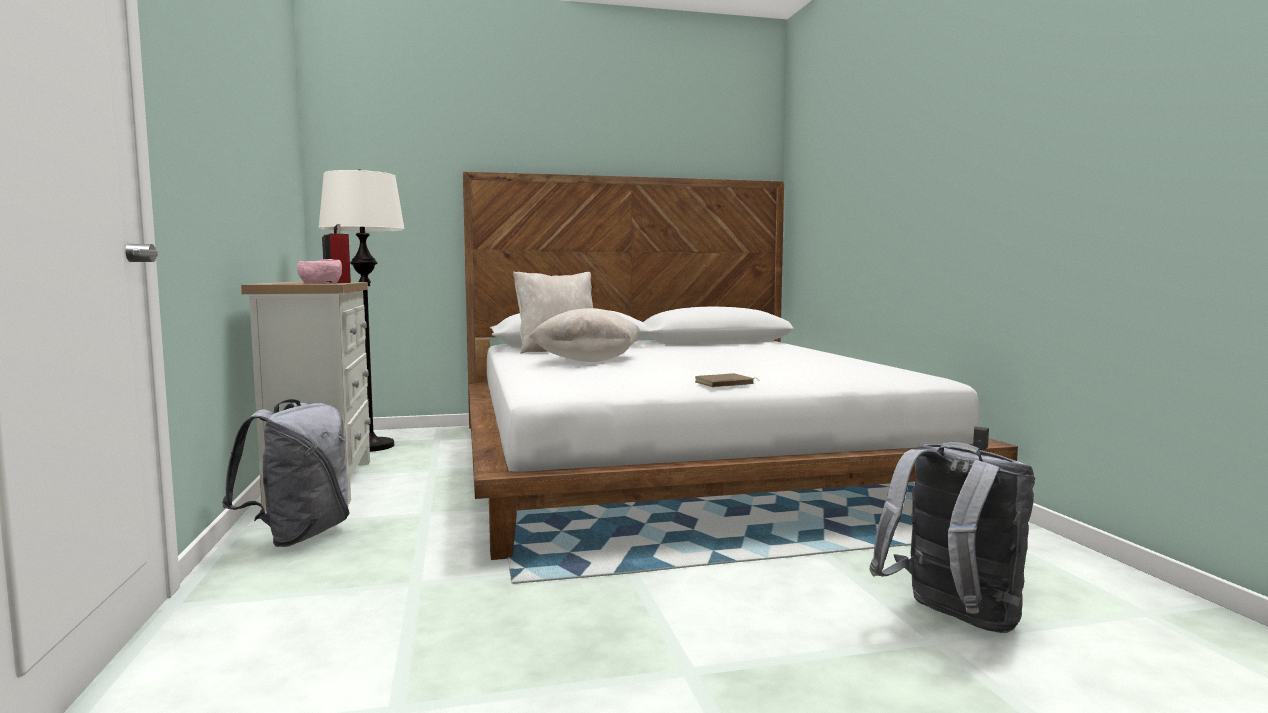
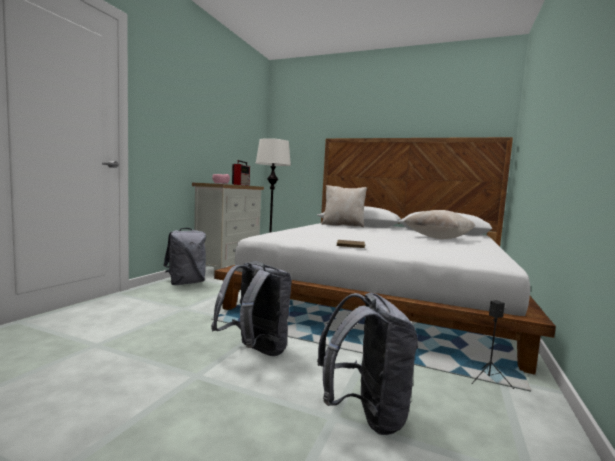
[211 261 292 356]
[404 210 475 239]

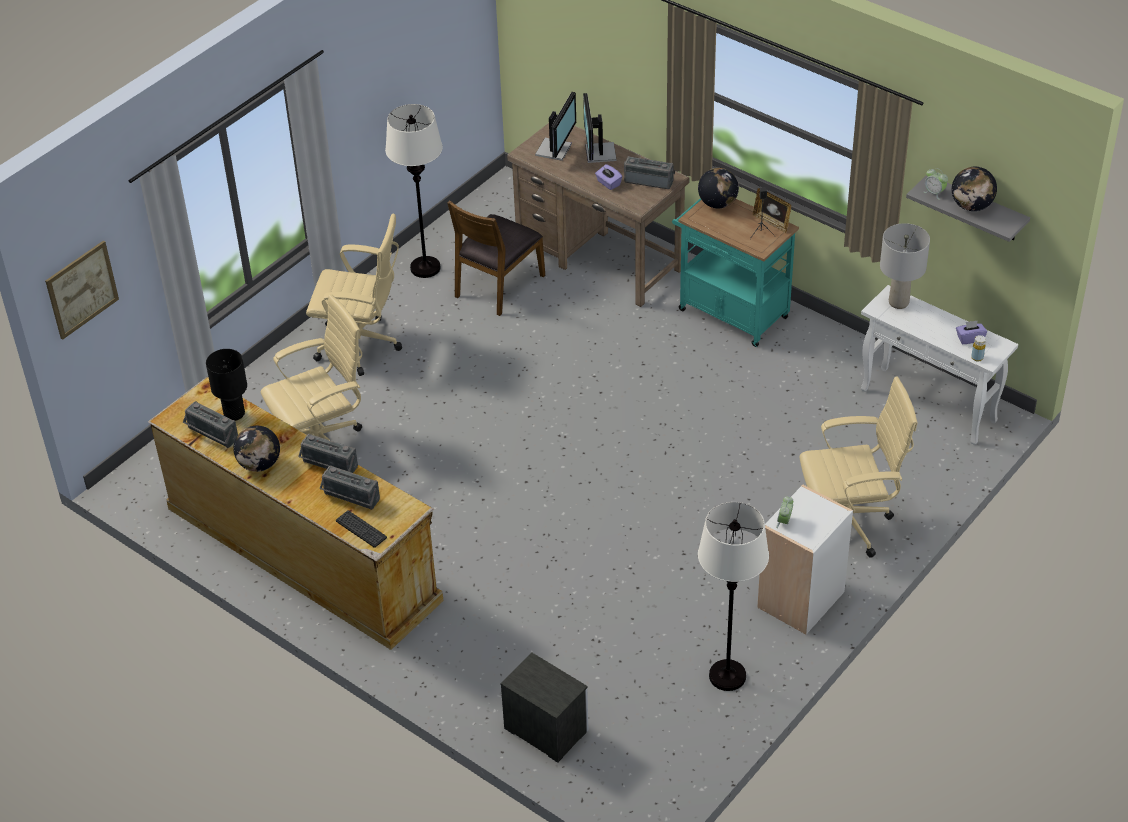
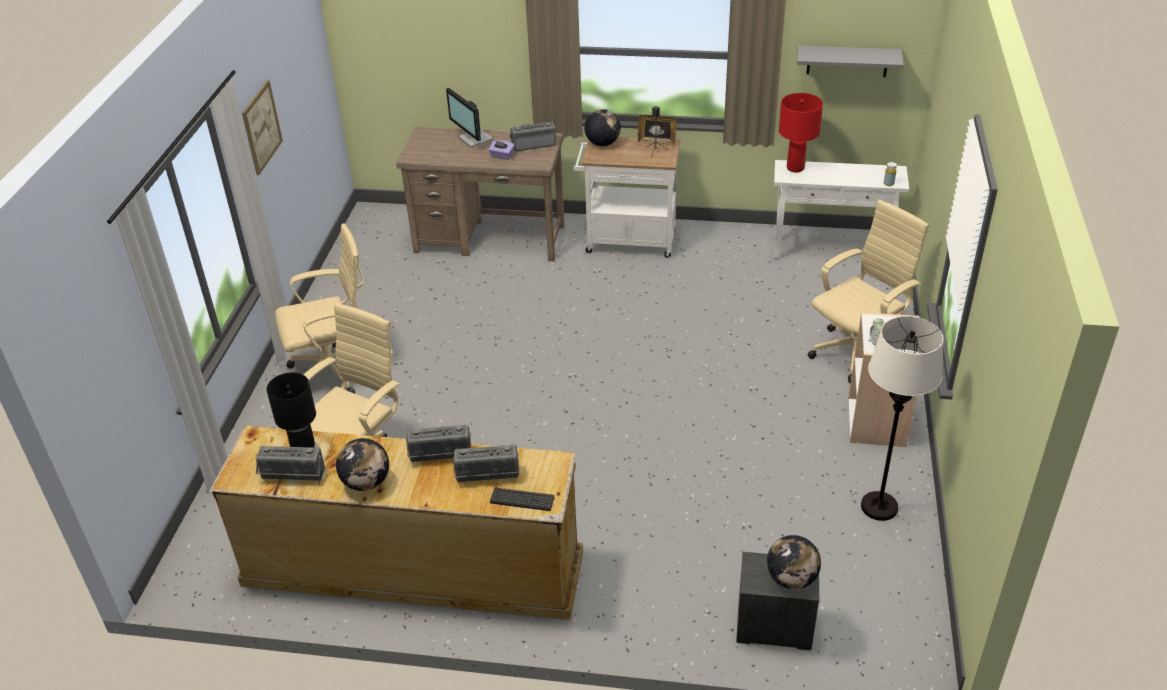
[385 104 443 278] (first image)
[447 200 545 316] (first image)
[535 92 576 161] (first image)
[924 168 948 200] (first image)
[956 321 987 344] (first image)
[242 80 283 175]
[767 535 821 589]
[573 137 680 258]
[779 93 823 173]

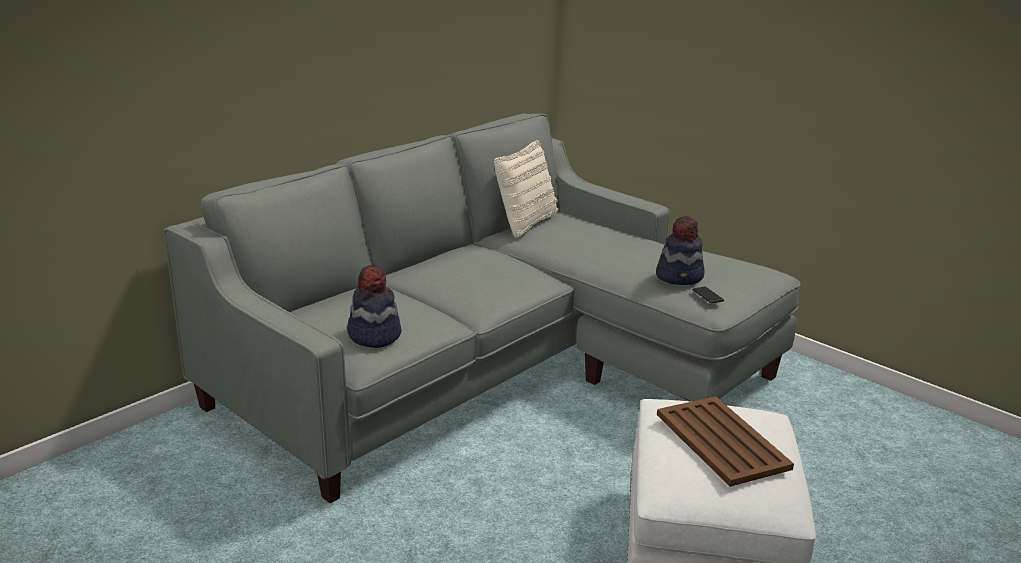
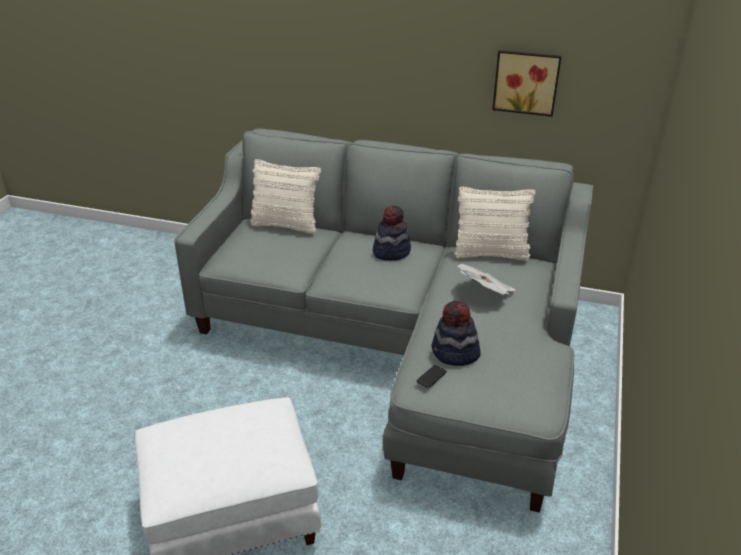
[657 396 794 487] (first image)
[251 159 321 234]
[457 264 515 295]
[492 50 562 117]
[373 206 411 261]

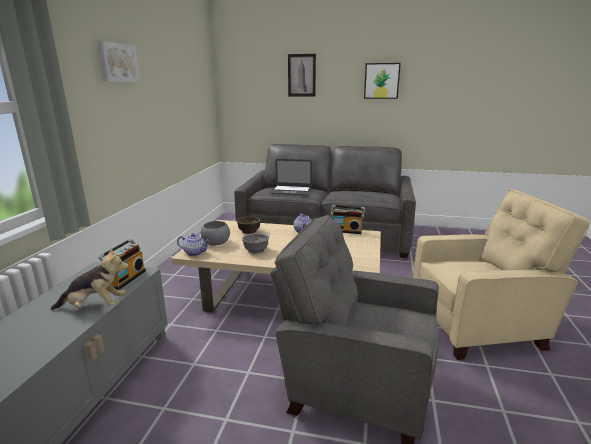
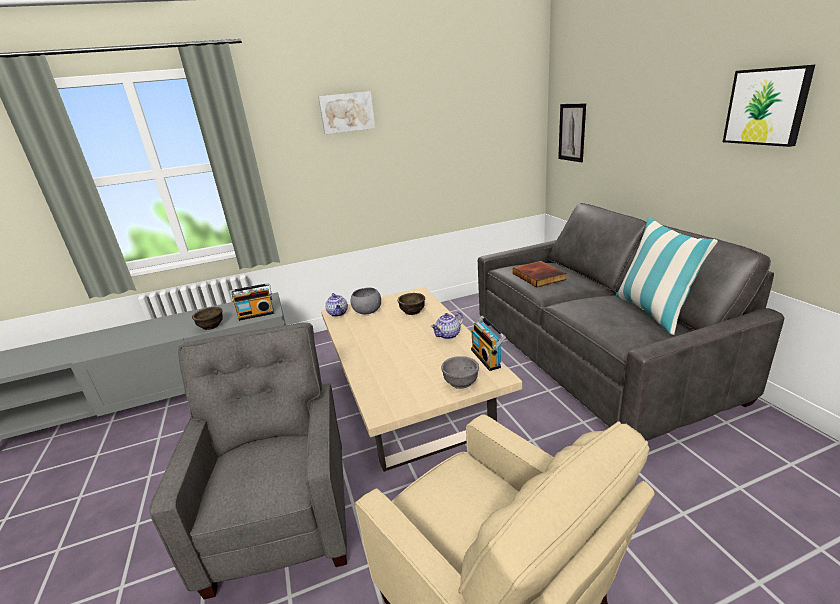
[616 217 718 335]
[441 356 479 389]
[558 104 586 162]
[192 307 223 330]
[513 261 566 288]

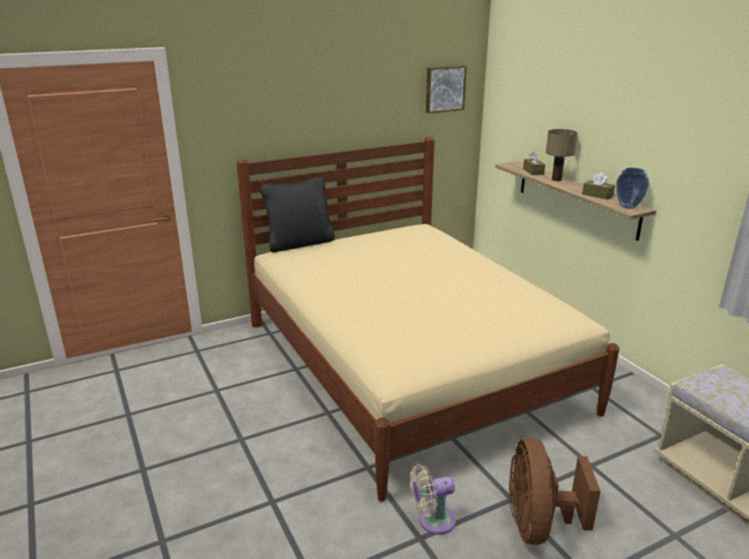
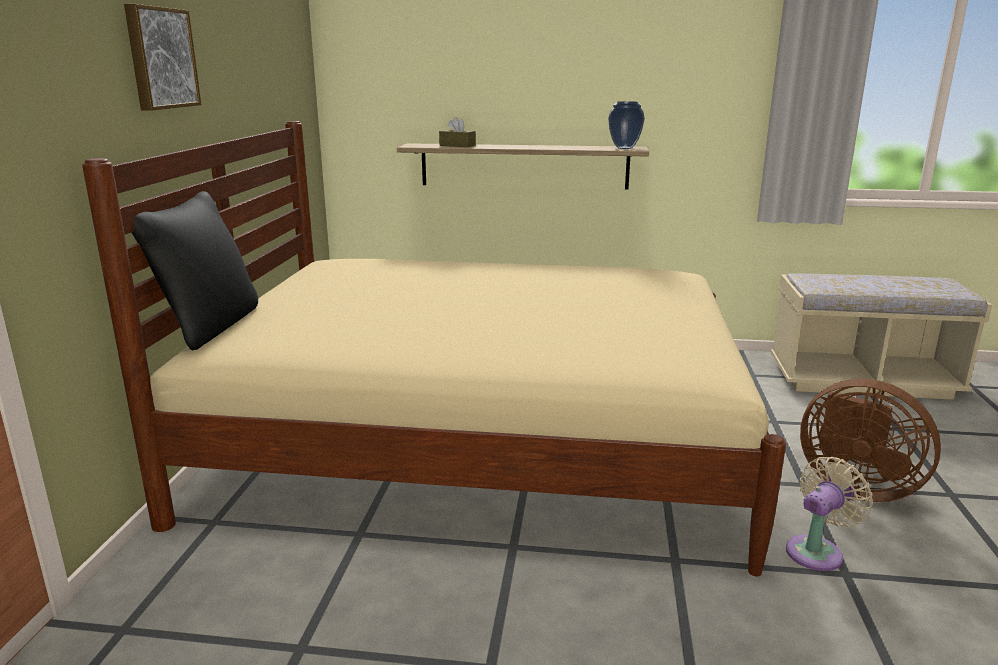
[546 129 577 181] (first image)
[582 173 615 200] (first image)
[124 4 201 111]
[786 457 873 571]

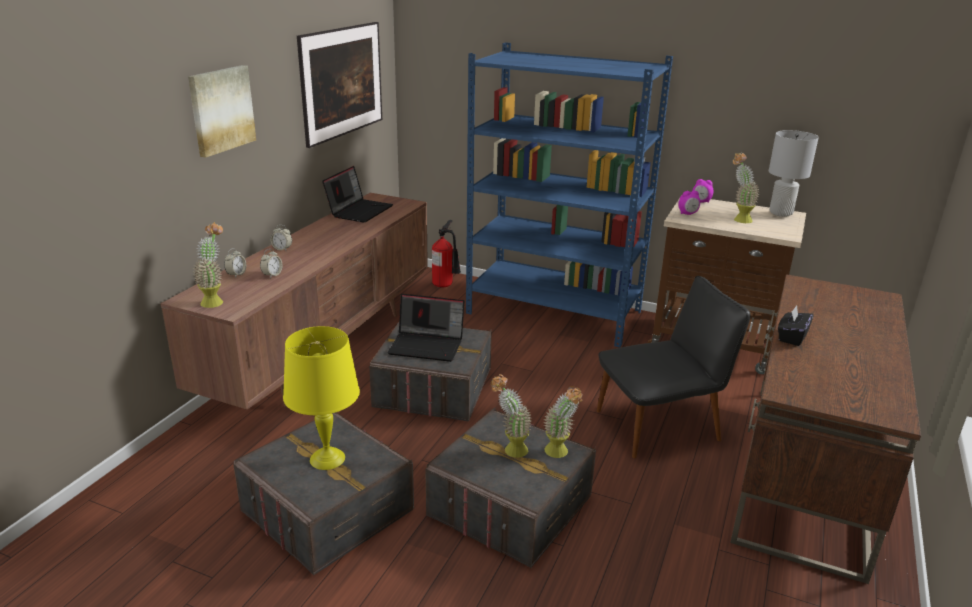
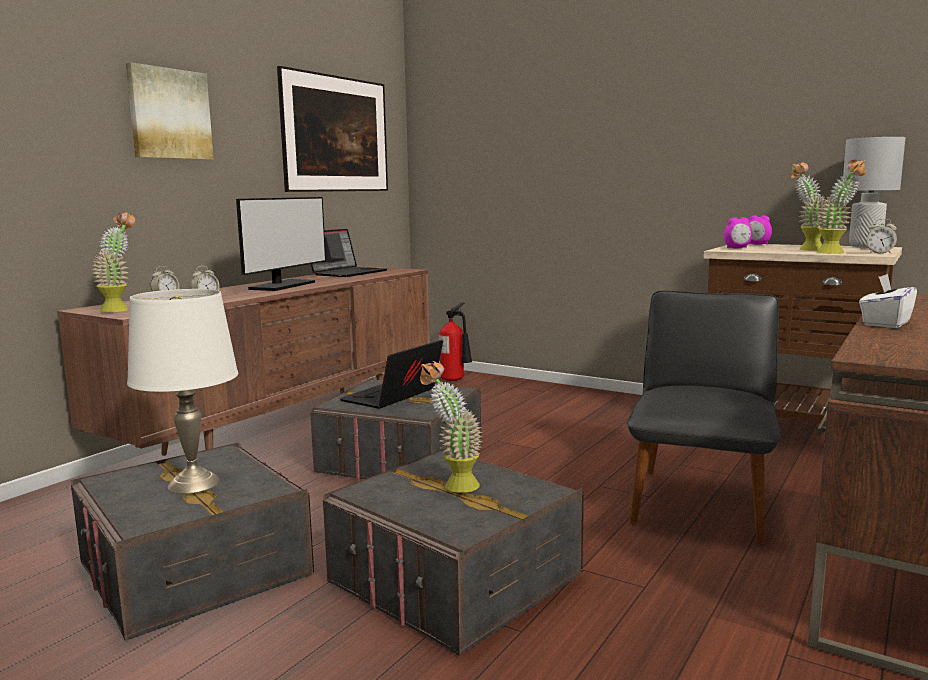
[466 42 673 348] (first image)
[236 197 326 291]
[866 219 897 254]
[817 159 866 254]
[127 289 238 493]
[859 274 917 328]
[339 340 443 409]
[626 291 781 544]

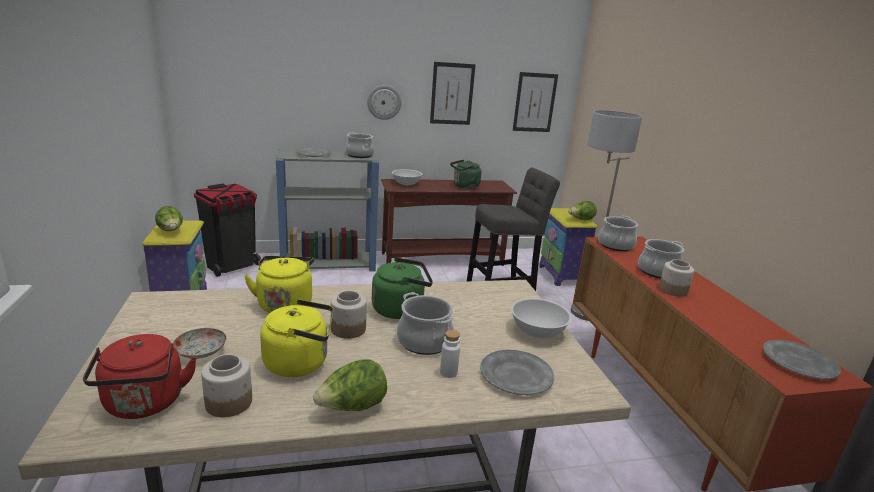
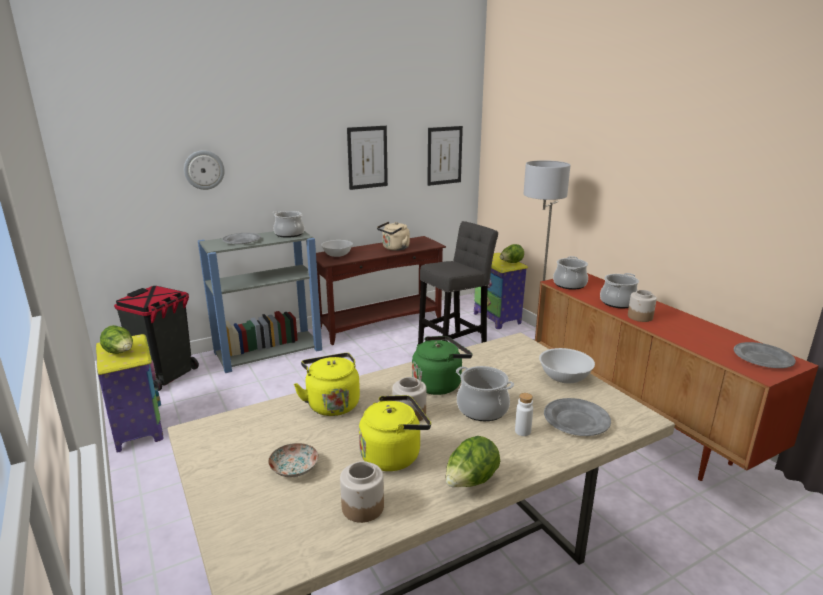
[83 334 197 419] (first image)
[184 150 225 190]
[377 222 410 251]

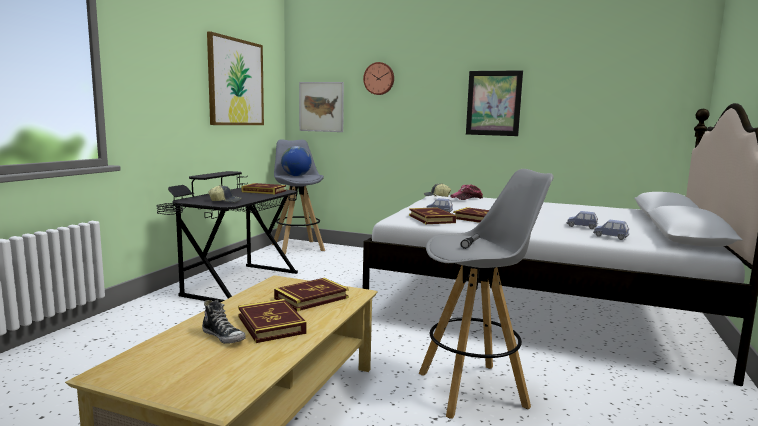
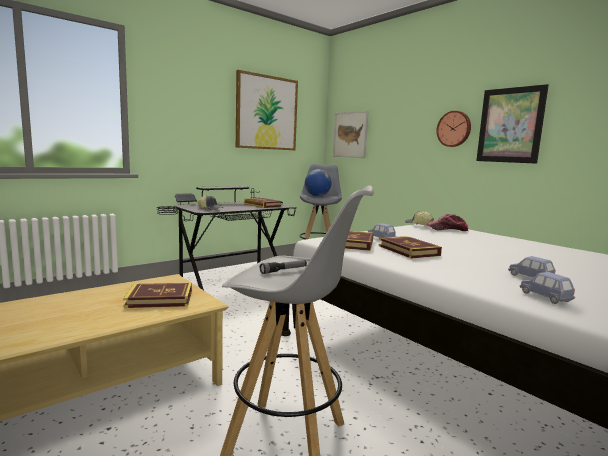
[202 300 246 344] (first image)
[238 299 307 343] (first image)
[436 111 471 147]

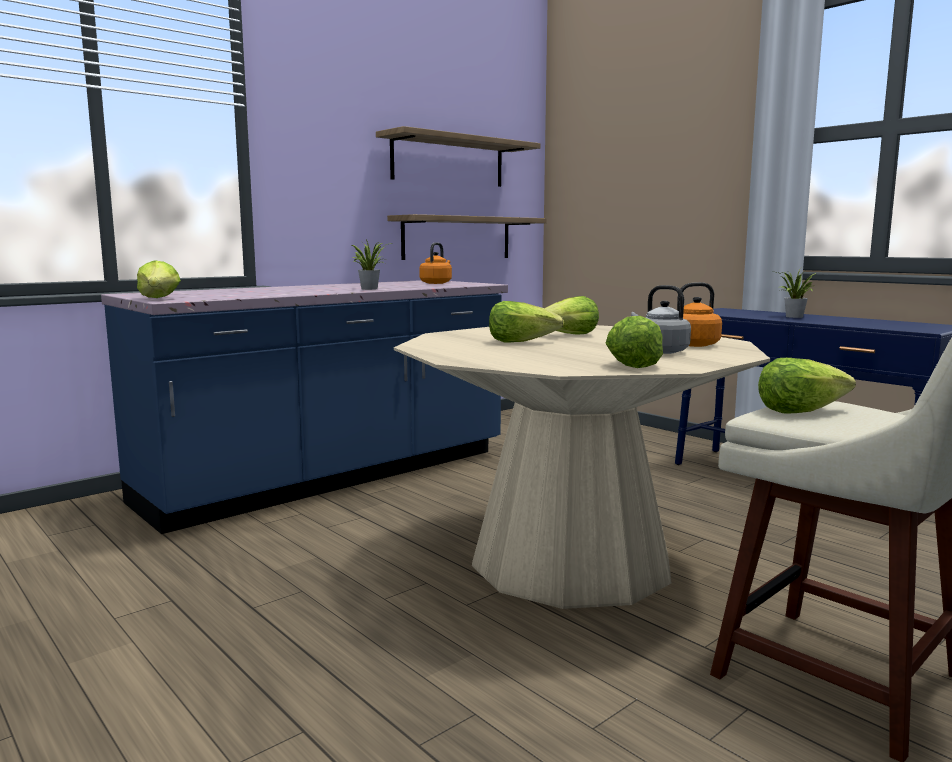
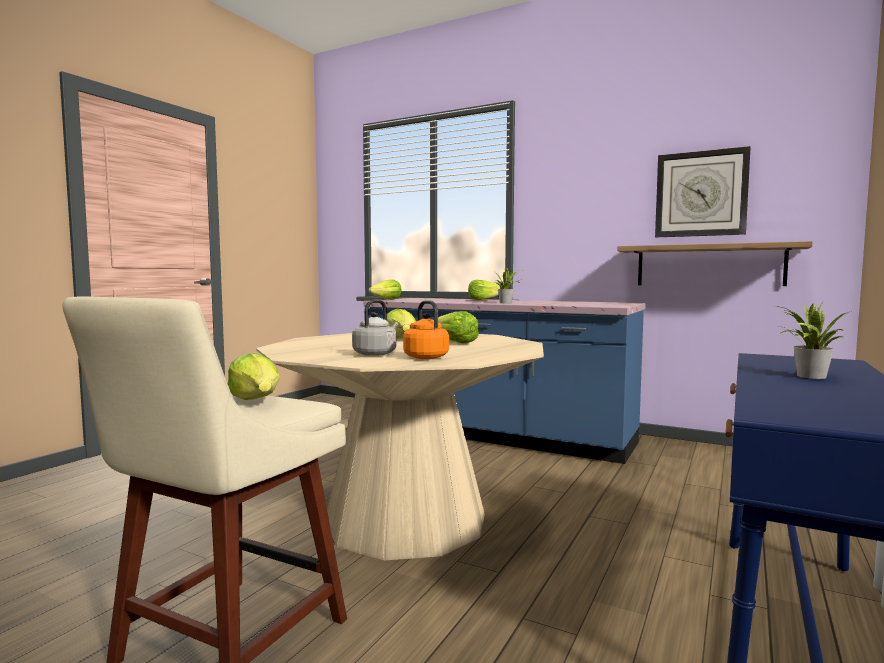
[419 242 452 284] (first image)
[468 280 503 300]
[655 146 751 237]

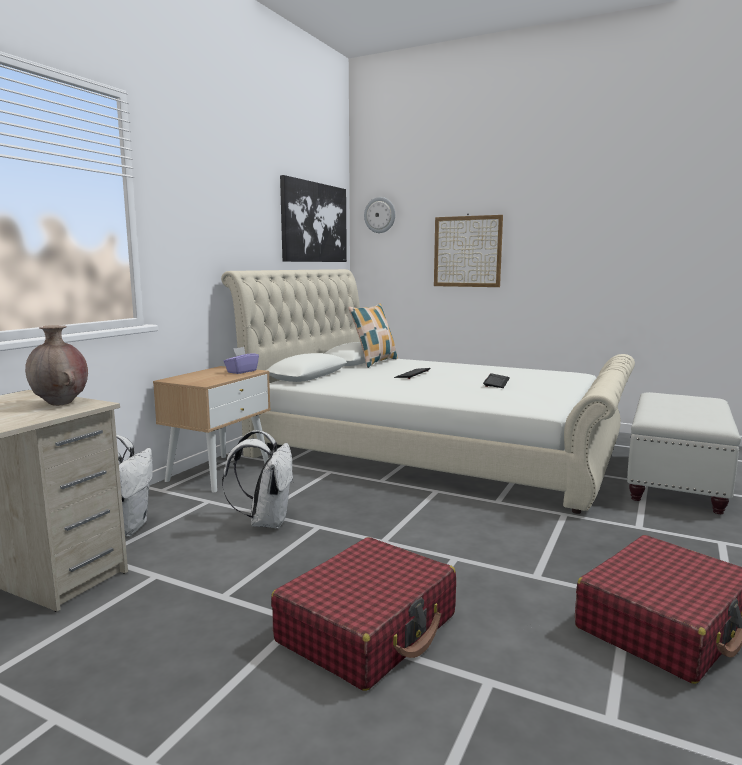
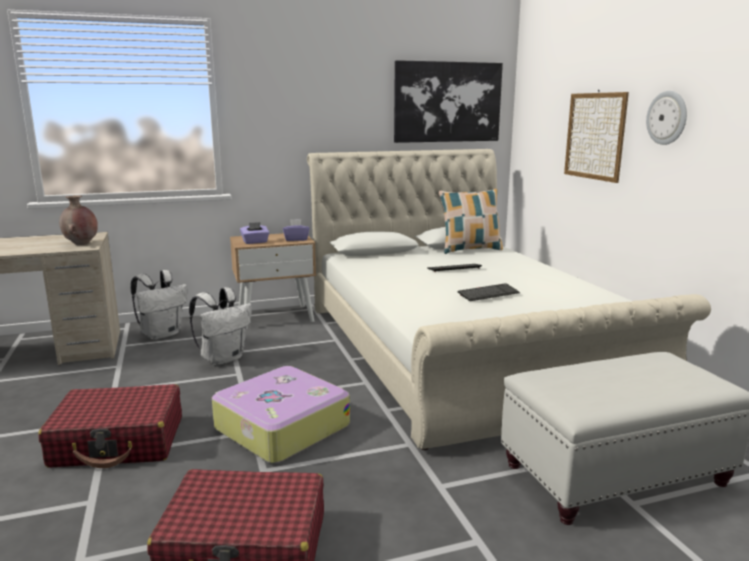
[212 366 350 463]
[240 222 269 244]
[646 91 687 145]

